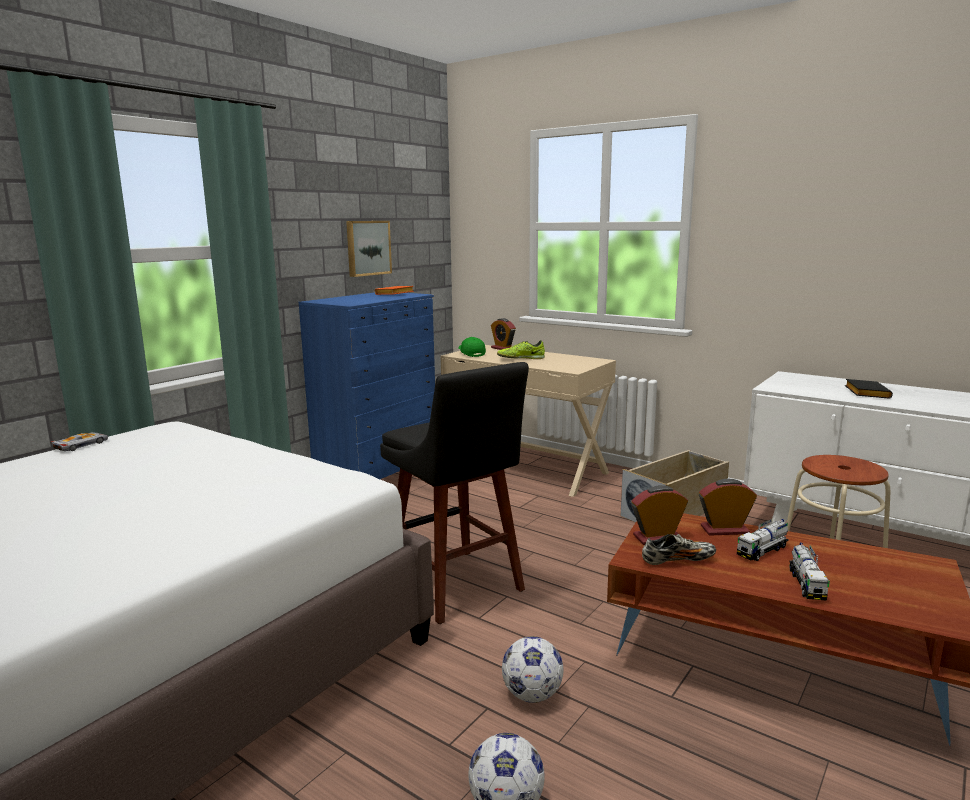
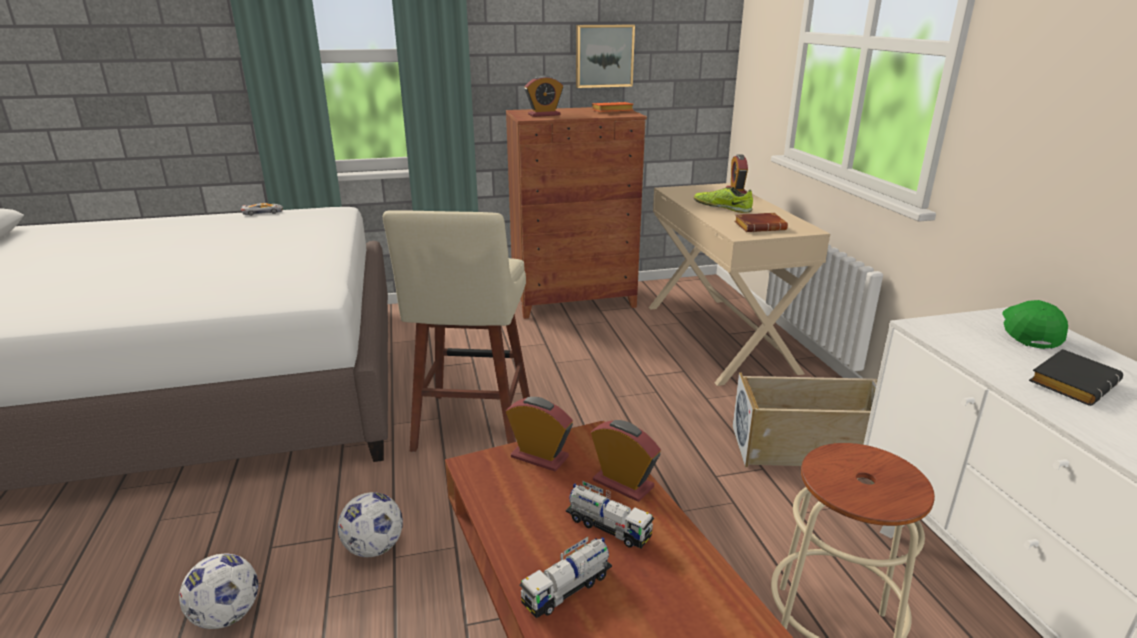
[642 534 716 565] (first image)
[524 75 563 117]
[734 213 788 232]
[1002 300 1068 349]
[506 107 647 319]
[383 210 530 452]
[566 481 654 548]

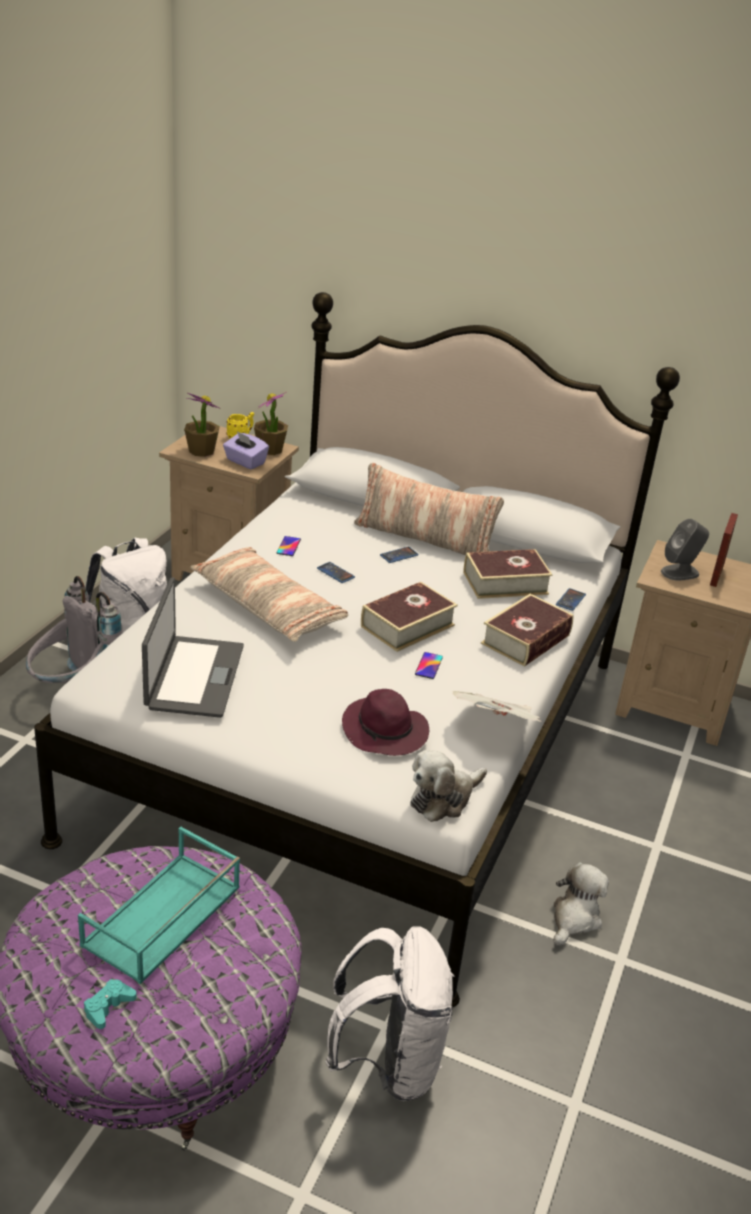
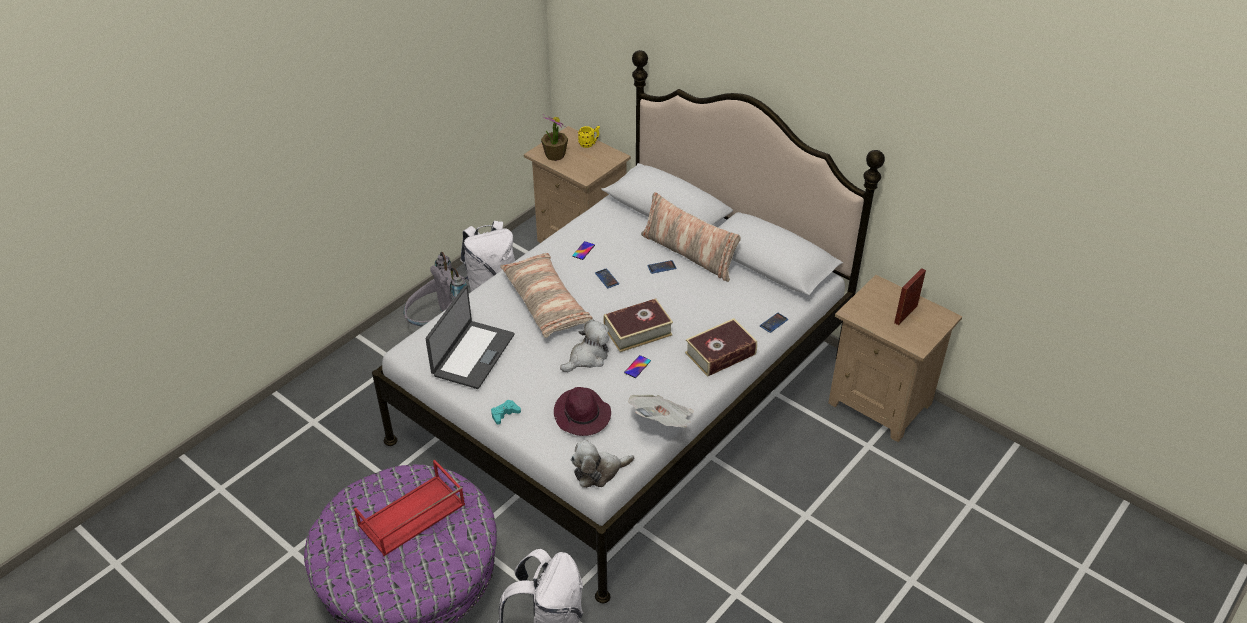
[223 431 269 469] (first image)
[254 392 288 455] (first image)
[463 549 553 599] (first image)
[661 519 709 580] (first image)
[491 400 521 424]
[560 320 609 372]
[354 460 465 556]

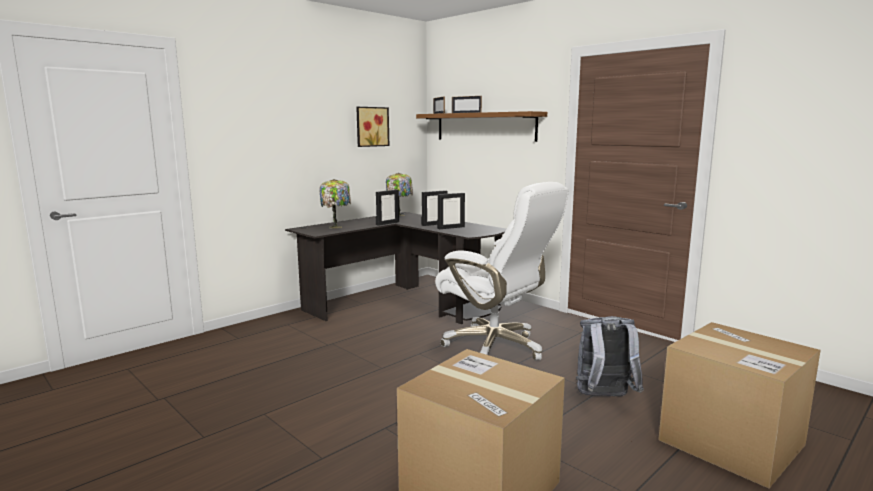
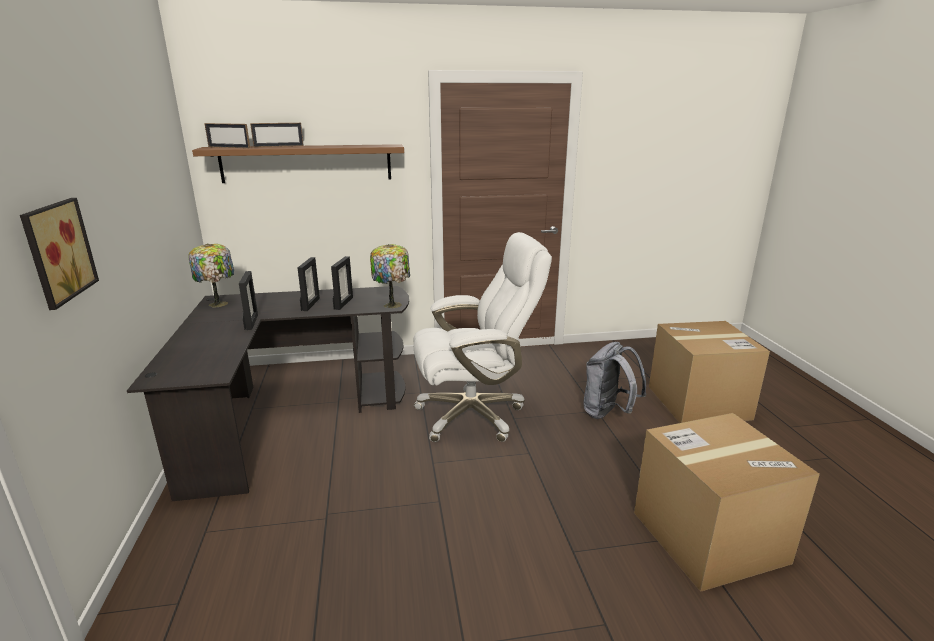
[370 244 410 309]
[20 198 99 310]

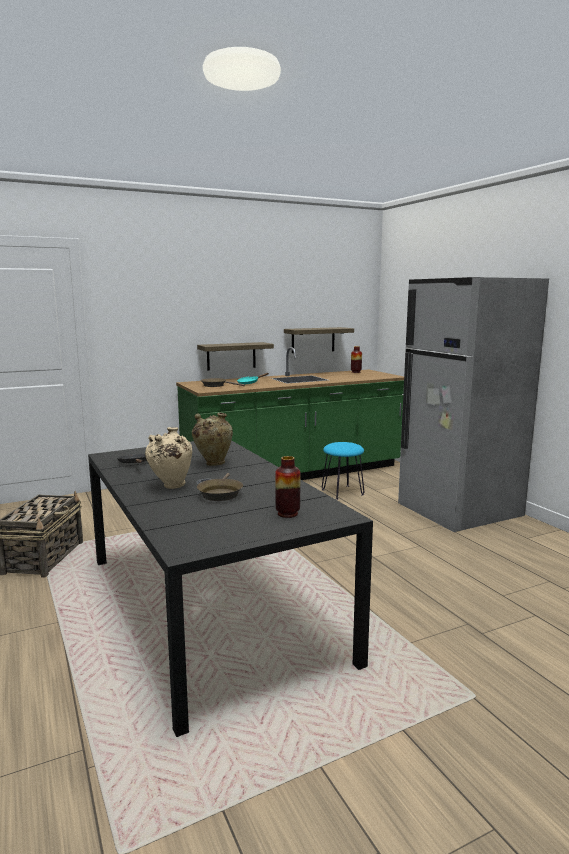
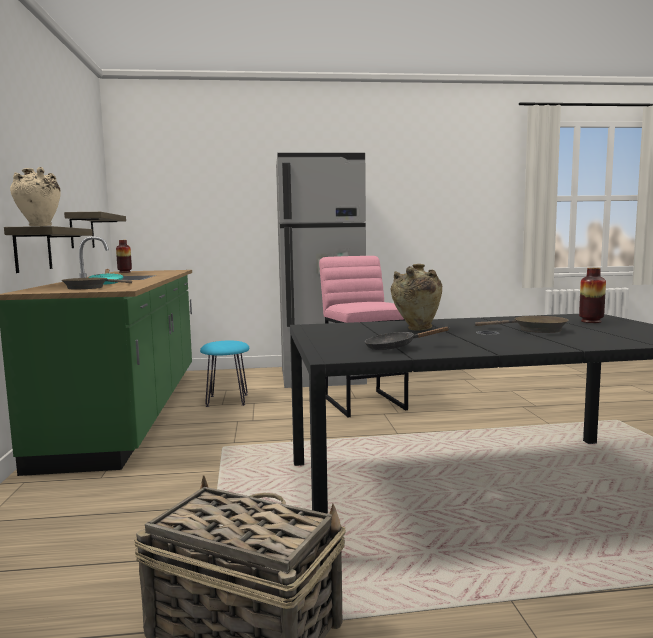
[319 256 408 417]
[10 167 61 226]

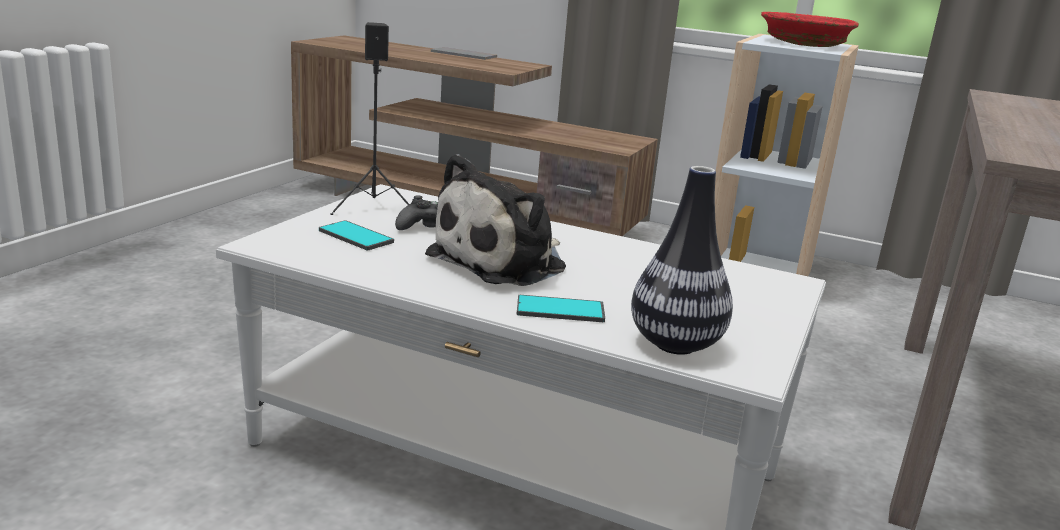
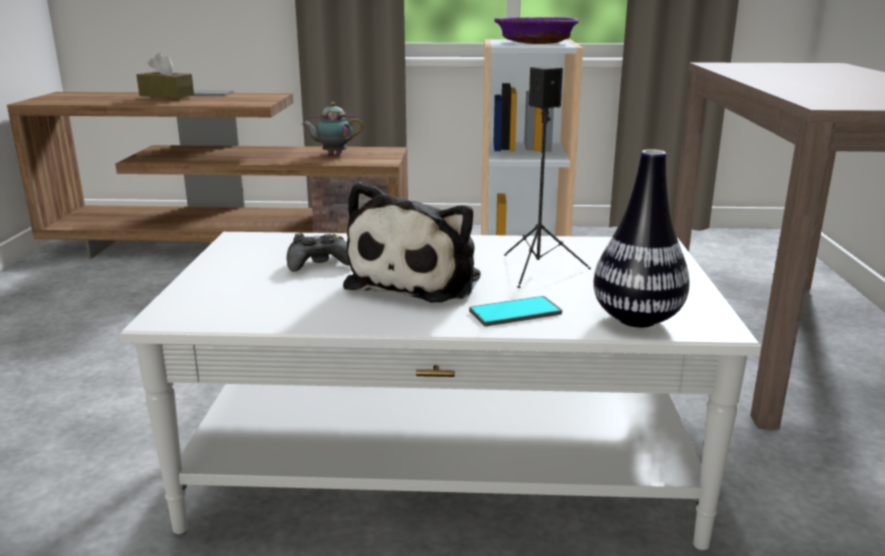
[319 220 394 250] (first image)
[136 53 194 99]
[302 102 363 154]
[504 66 591 288]
[494 17 579 44]

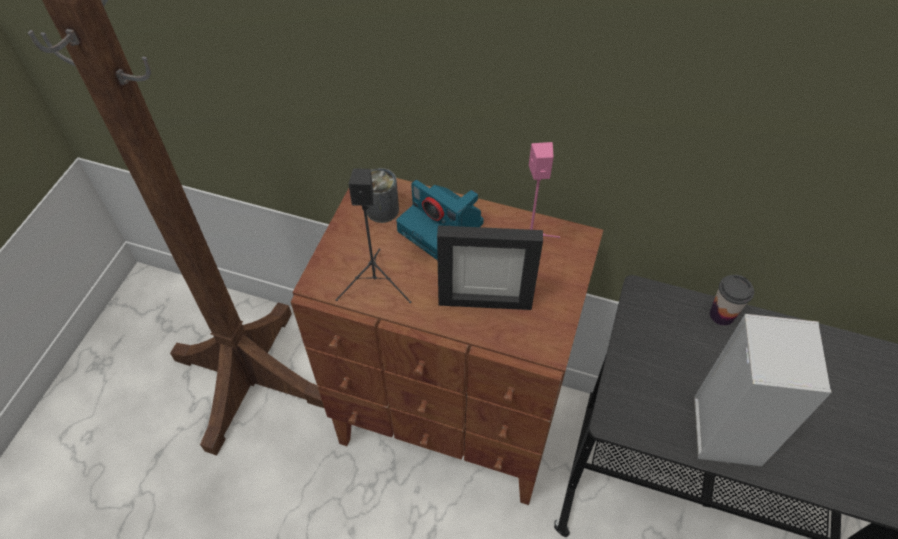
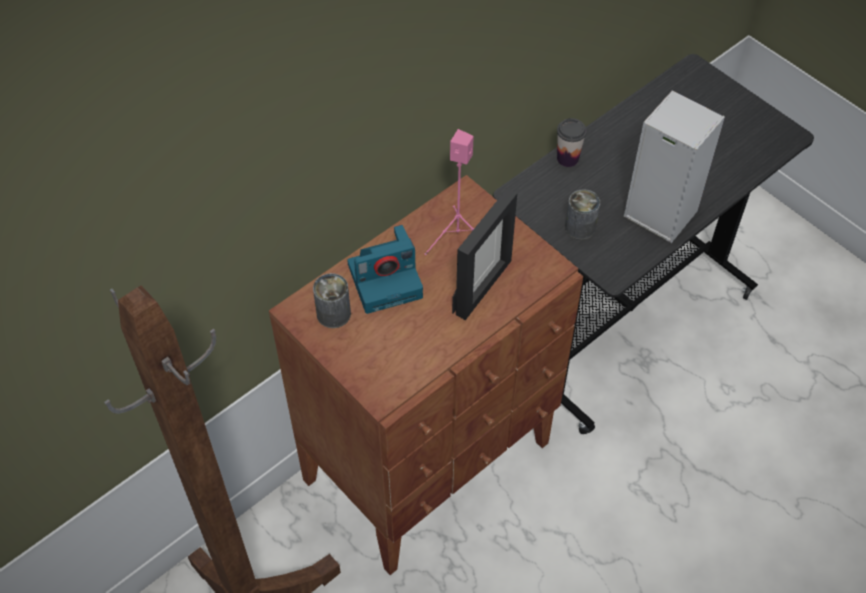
[336 168 411 303] (first image)
[565 189 600 240]

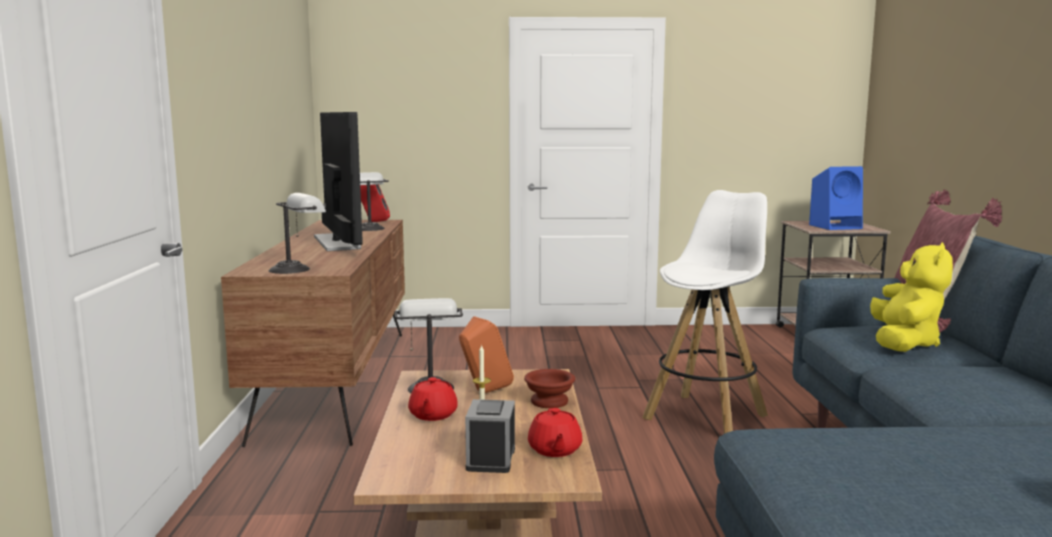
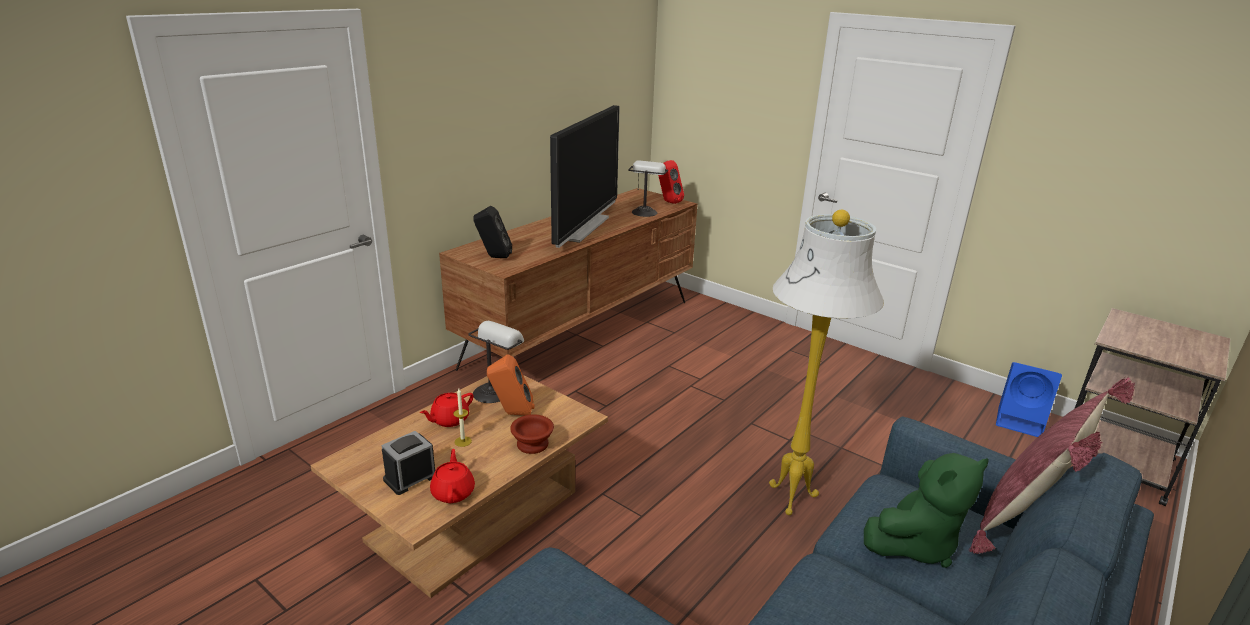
[996 362 1062 437]
[473 206 512 258]
[769 210 884 515]
[864 453 989 568]
[430 449 475 503]

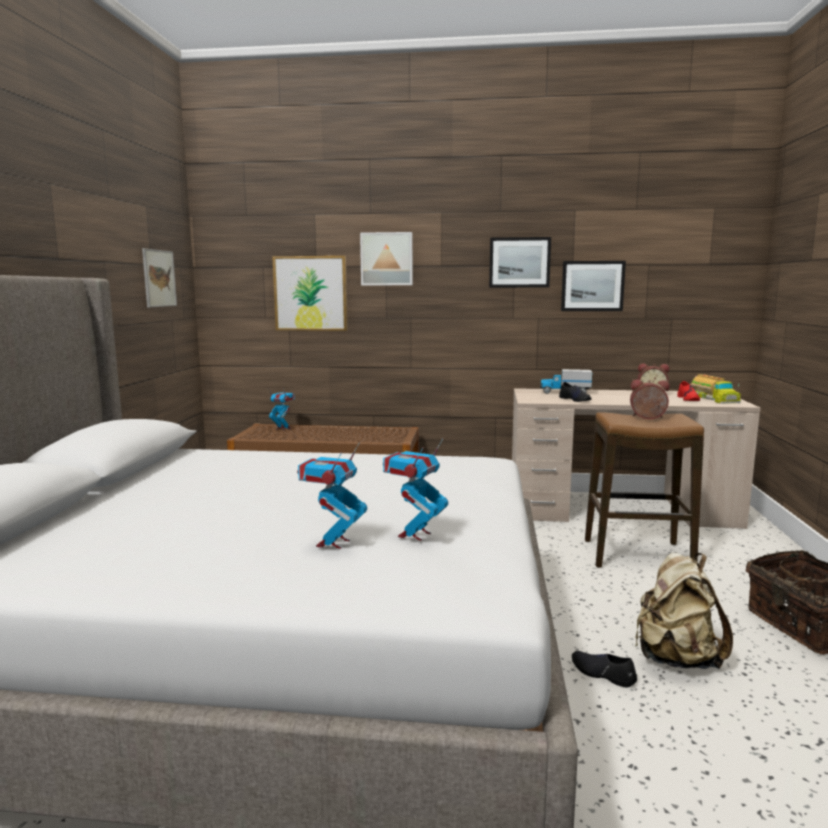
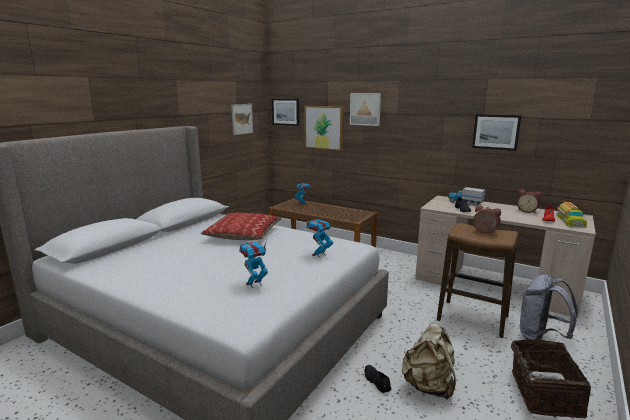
[201 213 282 240]
[520 274 578 340]
[306 216 333 258]
[272 99 299 126]

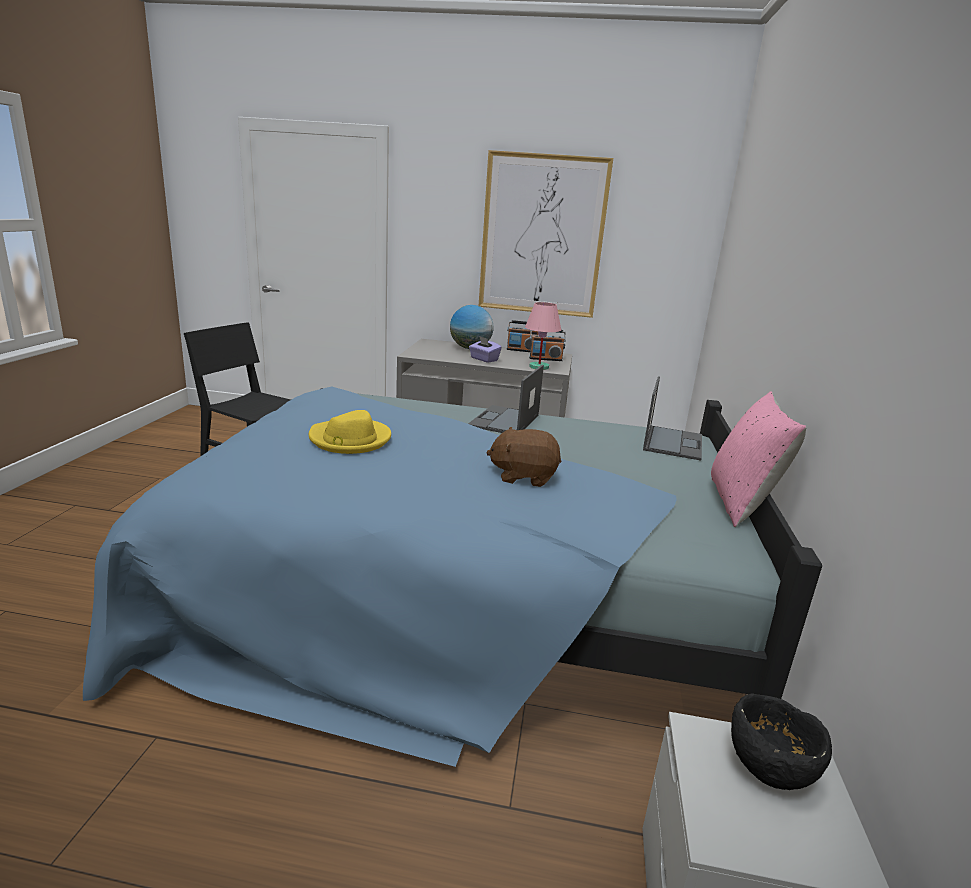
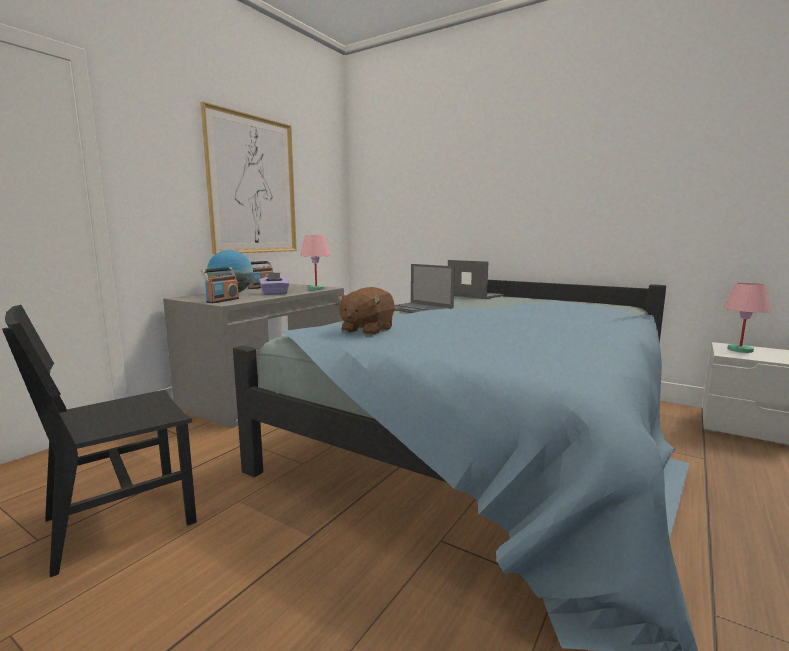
[308 410 391 454] (first image)
[711 391 807 527] (first image)
[337 287 395 335]
[201 267 239 303]
[723 283 771 353]

